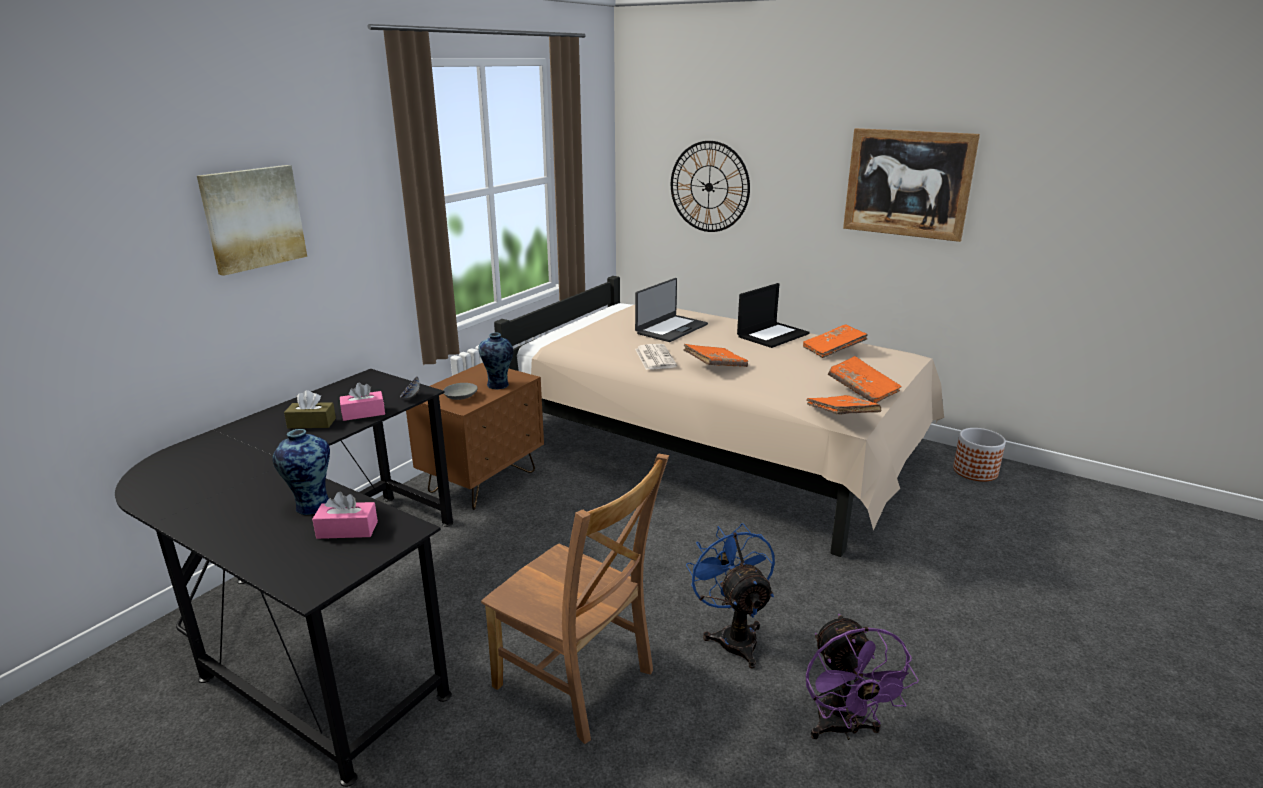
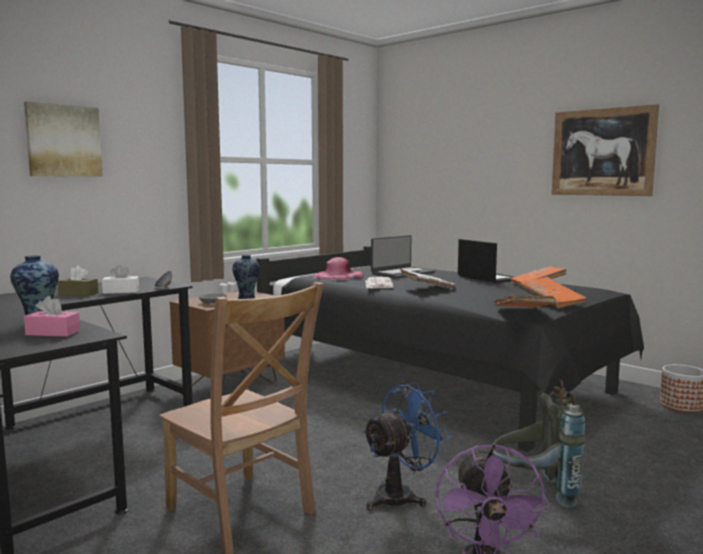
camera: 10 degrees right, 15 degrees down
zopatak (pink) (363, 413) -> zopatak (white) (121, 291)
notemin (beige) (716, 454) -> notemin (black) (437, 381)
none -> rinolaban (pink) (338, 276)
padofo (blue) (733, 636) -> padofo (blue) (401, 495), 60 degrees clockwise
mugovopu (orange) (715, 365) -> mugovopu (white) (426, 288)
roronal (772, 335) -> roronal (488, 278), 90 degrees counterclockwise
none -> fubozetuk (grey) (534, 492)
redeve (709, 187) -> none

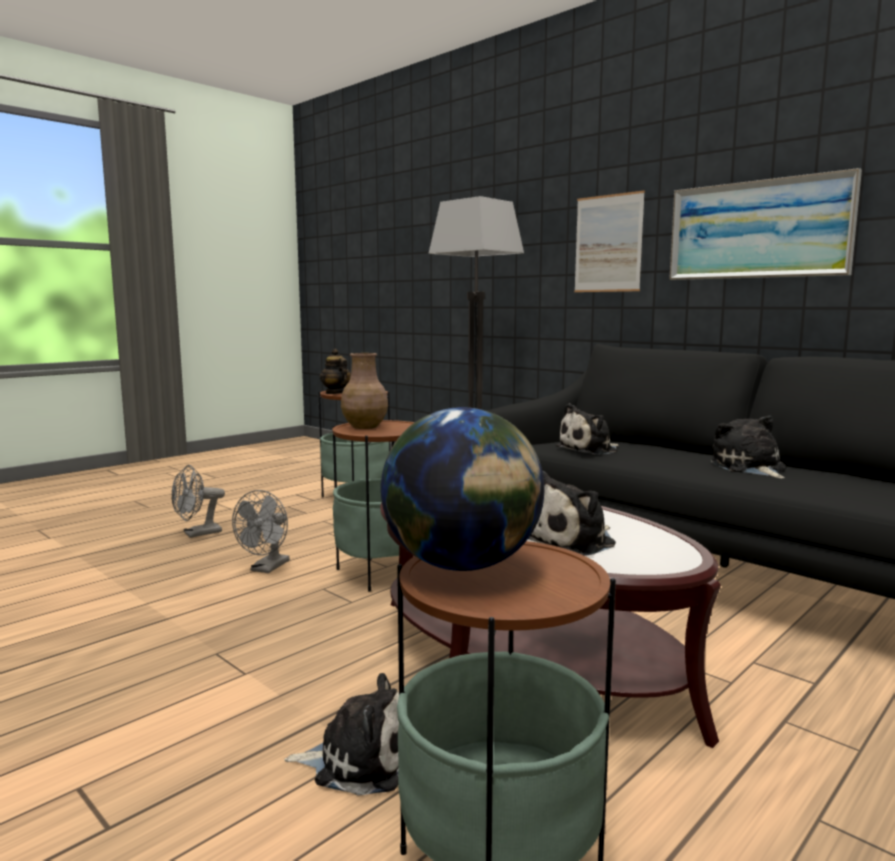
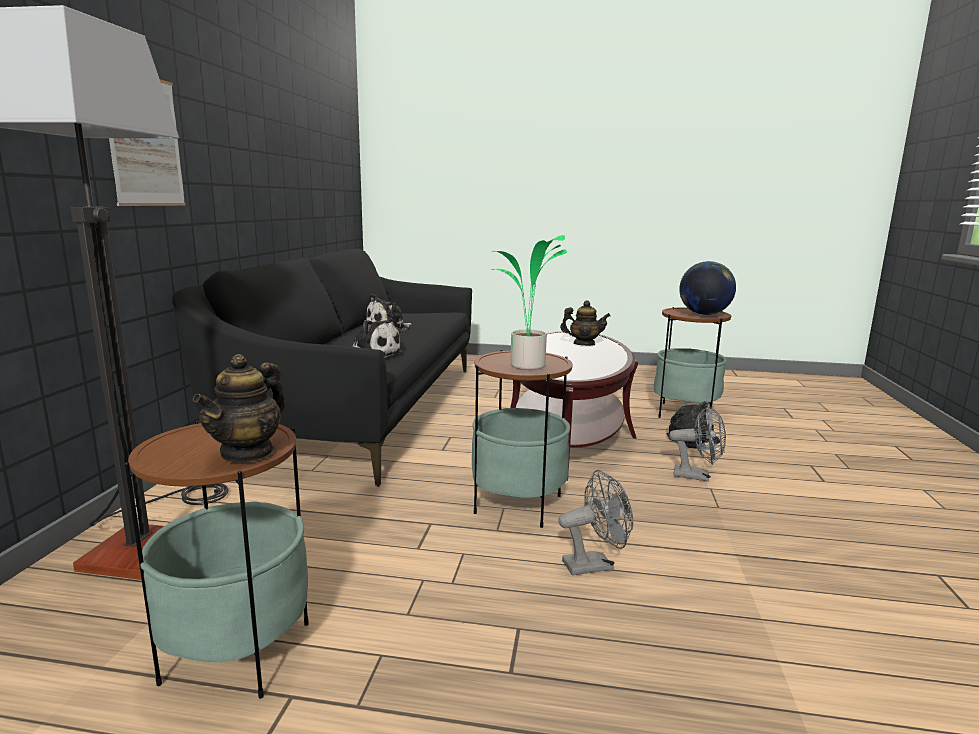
camera: 125 degrees left, 5 degrees up
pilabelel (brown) (365, 427) -> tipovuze (527, 367)
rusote (571, 541) -> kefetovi (584, 344)
padofo (grey) (197, 534) -> padofo (grey) (697, 476), shifted
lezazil (758, 230) -> none

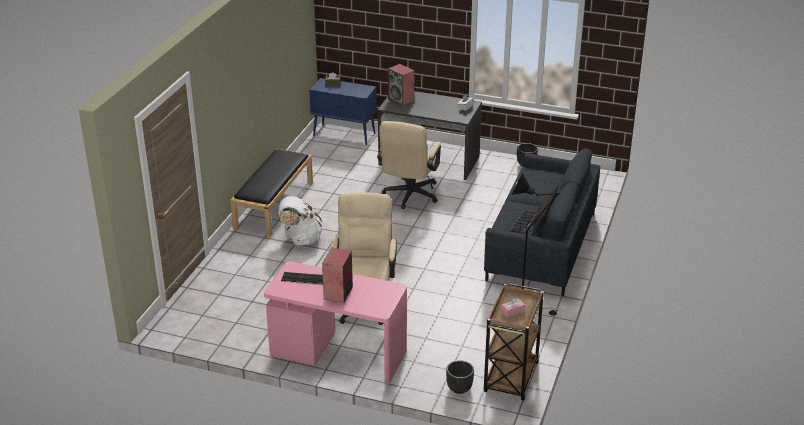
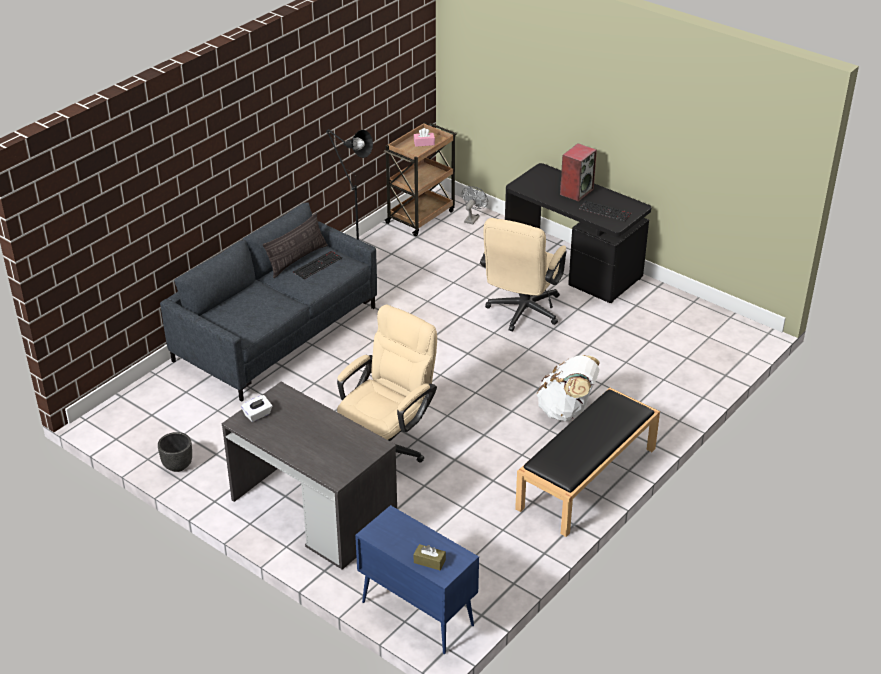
camera: 160 degrees left, 5 degrees up
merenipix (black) (459, 388) -> padofo (grey) (472, 218)
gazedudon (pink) (337, 354) -> gazedudon (black) (573, 268)
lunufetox (401, 100) -> none

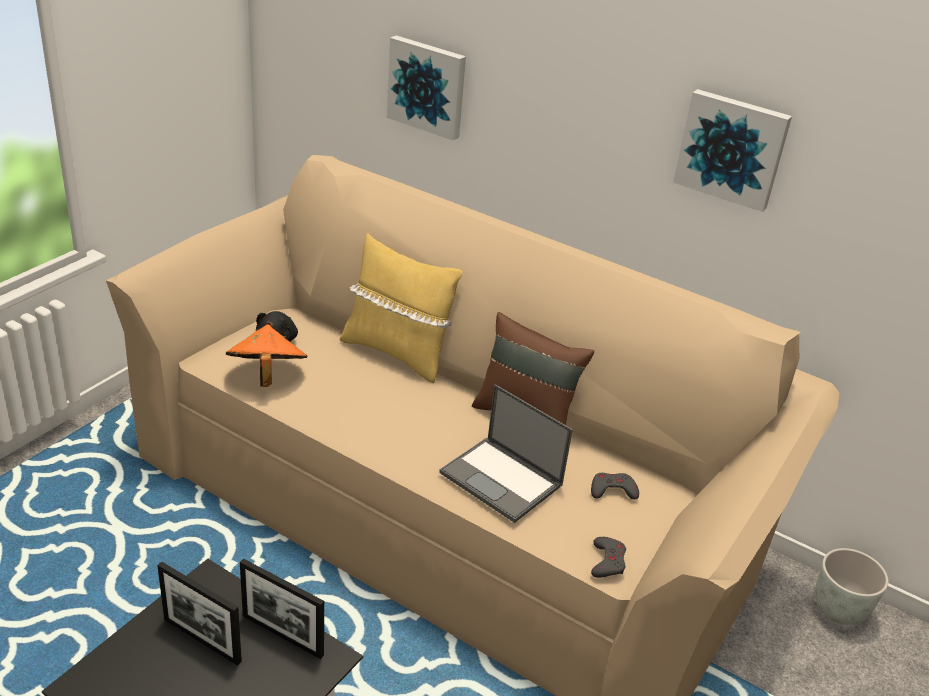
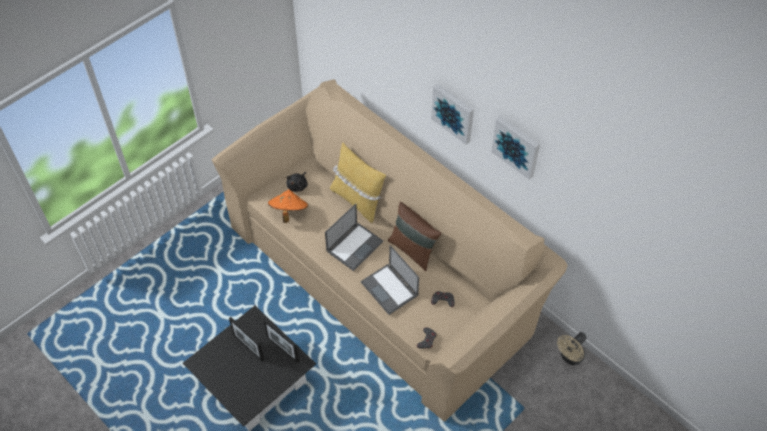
camera: 15 degrees right, 20 degrees up
none -> roronal (355, 246)
lezazil (427, 86) -> lezazil (453, 112), shifted
merenipix (grey) (839, 610) -> padofo (beige) (570, 357)

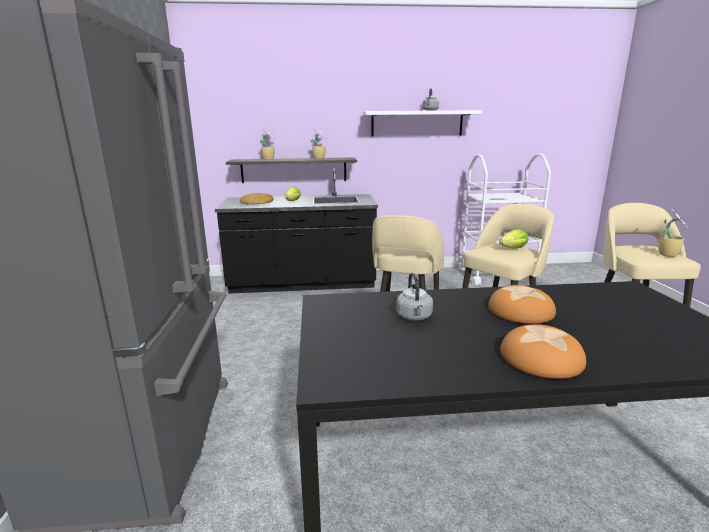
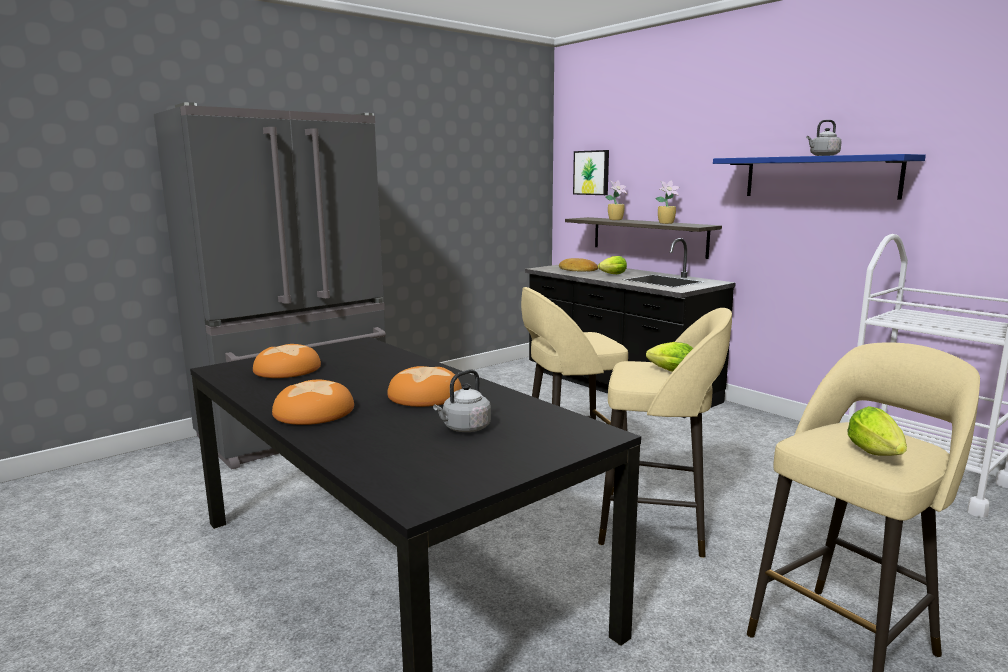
camera: 55 degrees right, 5 degrees down
none -> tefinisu (287, 369)
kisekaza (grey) (414, 317) -> kisekaza (grey) (464, 428), shifted
none -> lezazil (592, 172)
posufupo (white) (417, 123) -> posufupo (blue) (820, 177)
tipovuze (668, 254) -> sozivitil (877, 455)

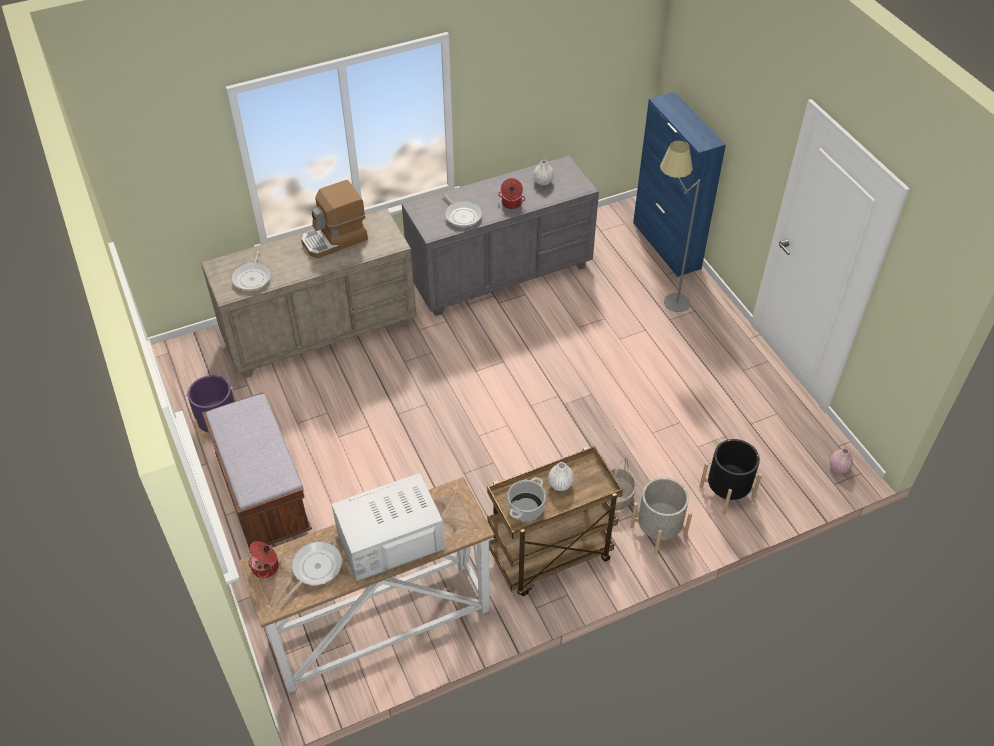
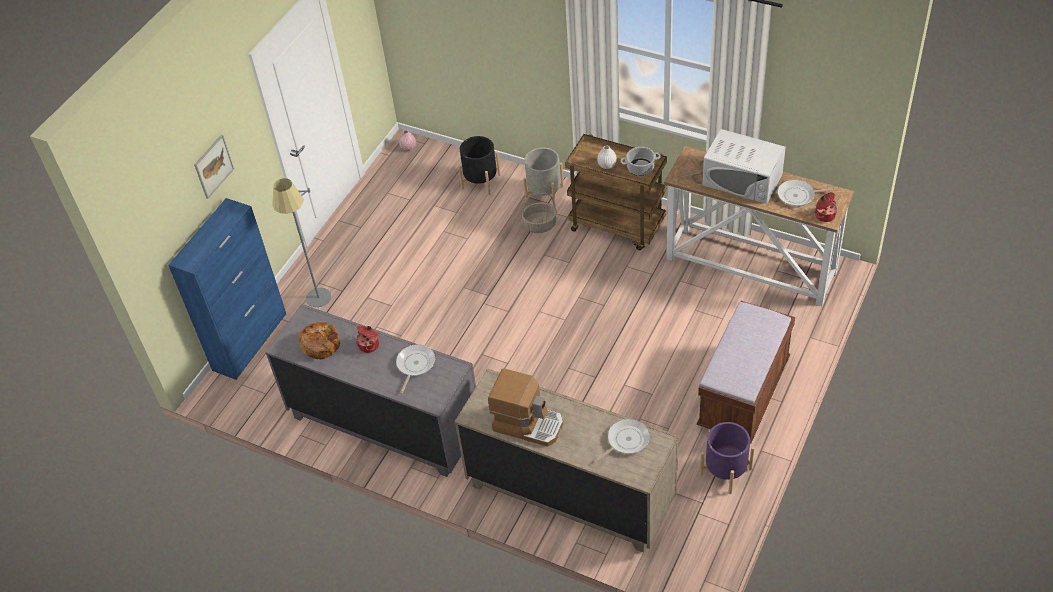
camera: 125 degrees left, 0 degrees up
none -> lezazil (213, 166)
pilabelel (white) (543, 182) -> tefinisu (320, 344)

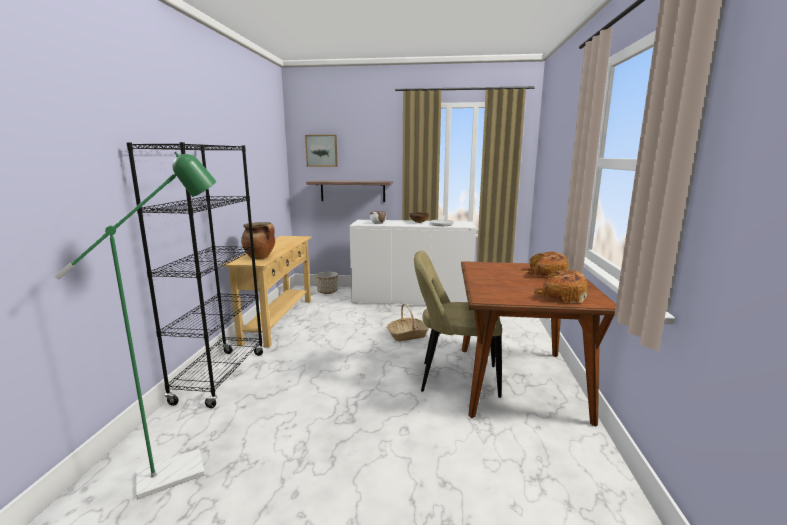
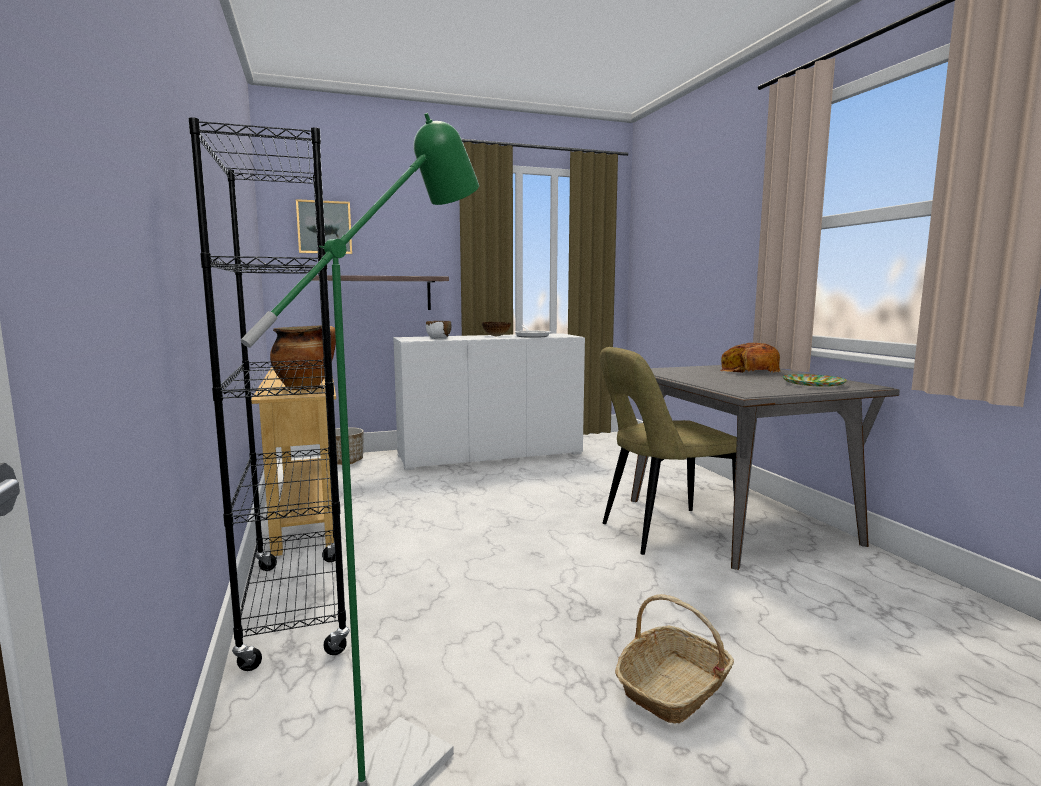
camera: 25 degrees left, 5 degrees down
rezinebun (407, 335) -> rezinebun (673, 688), shifted
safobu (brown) (518, 381) -> safobu (grey) (737, 521)
tefinisu (559, 295) -> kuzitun (813, 384)

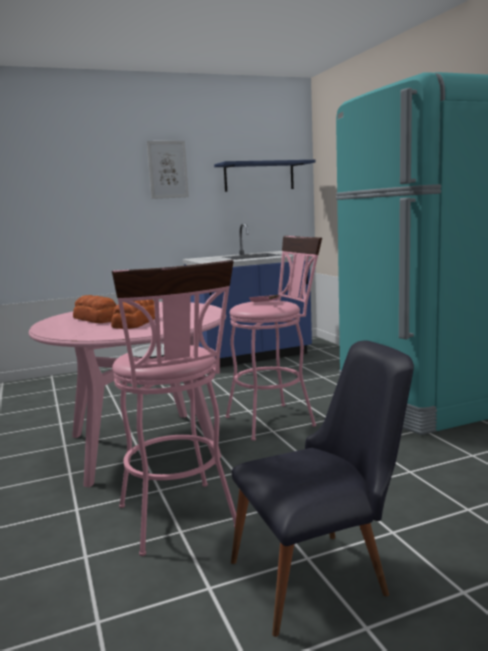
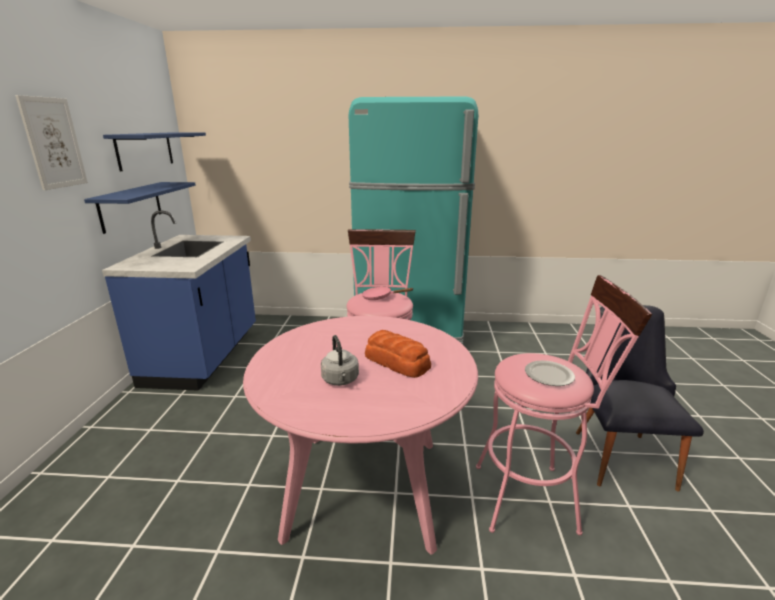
camera: 65 degrees left, 10 degrees up
none -> posufupo (blue) (131, 206)
tefinisu (97, 319) -> kisekaza (grey) (340, 380)

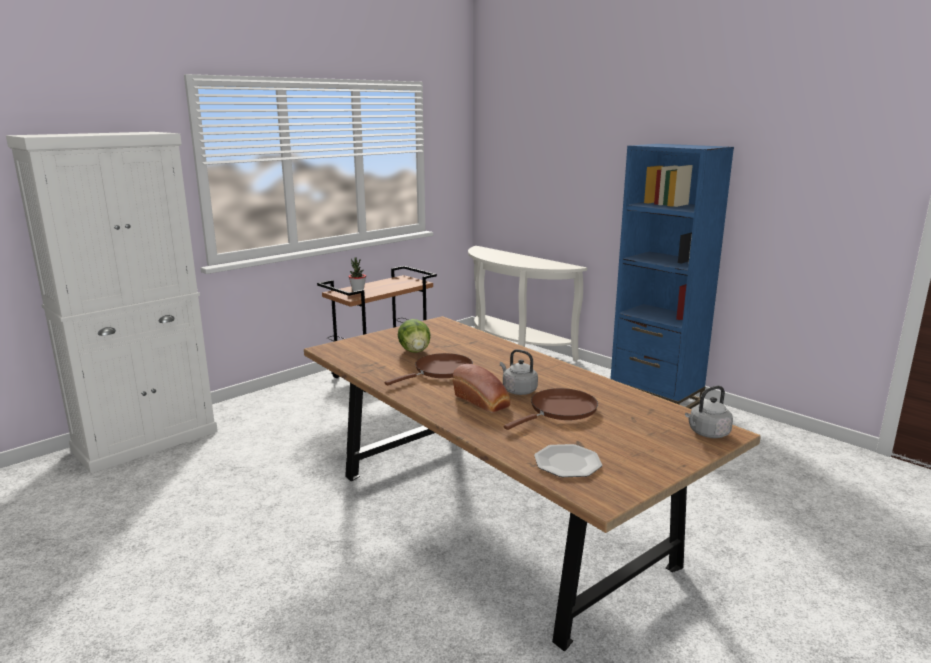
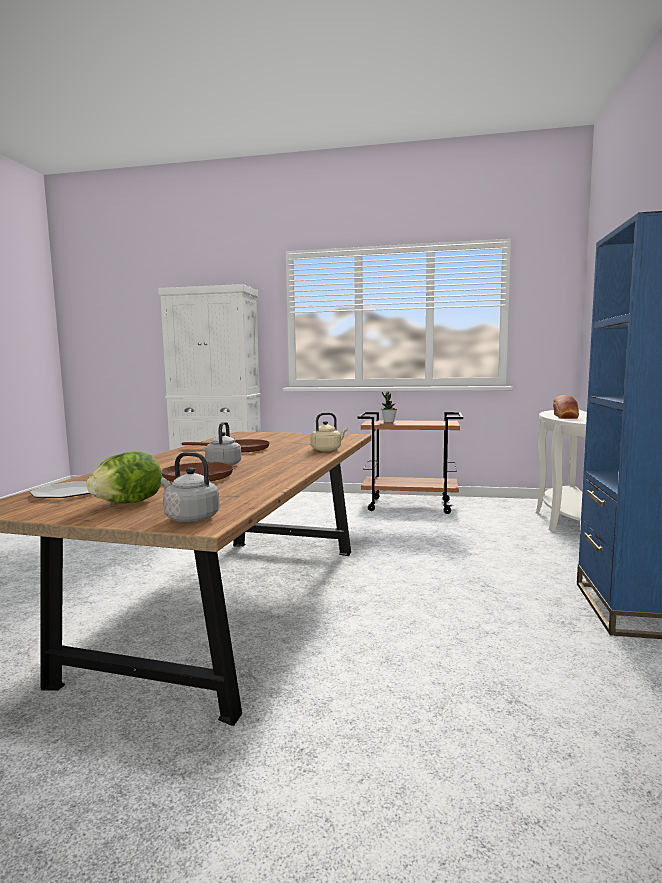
camera: 55 degrees right, 10 degrees down
sozivitil (415, 351) -> sozivitil (128, 503), shifted
none -> kisekaza (beige) (327, 450)
tefinisu (483, 402) -> tefinisu (565, 417), shifted

